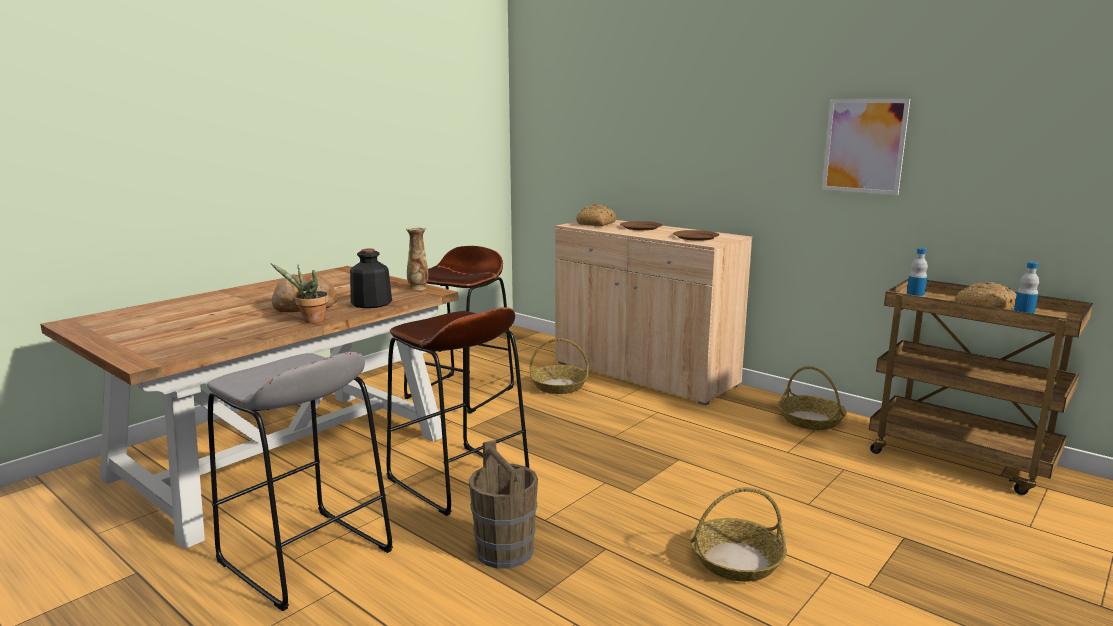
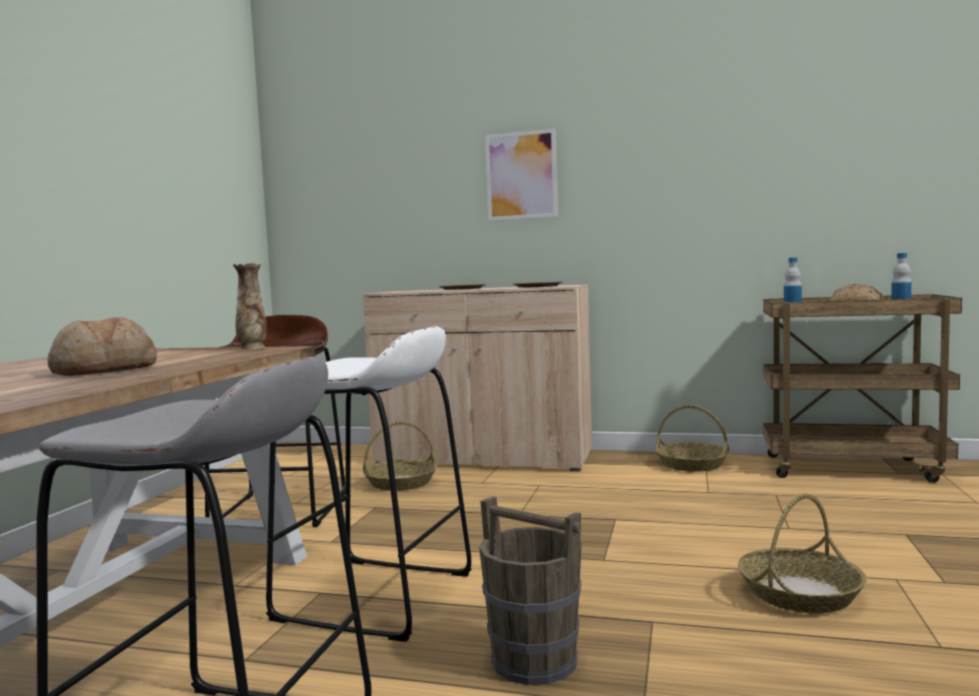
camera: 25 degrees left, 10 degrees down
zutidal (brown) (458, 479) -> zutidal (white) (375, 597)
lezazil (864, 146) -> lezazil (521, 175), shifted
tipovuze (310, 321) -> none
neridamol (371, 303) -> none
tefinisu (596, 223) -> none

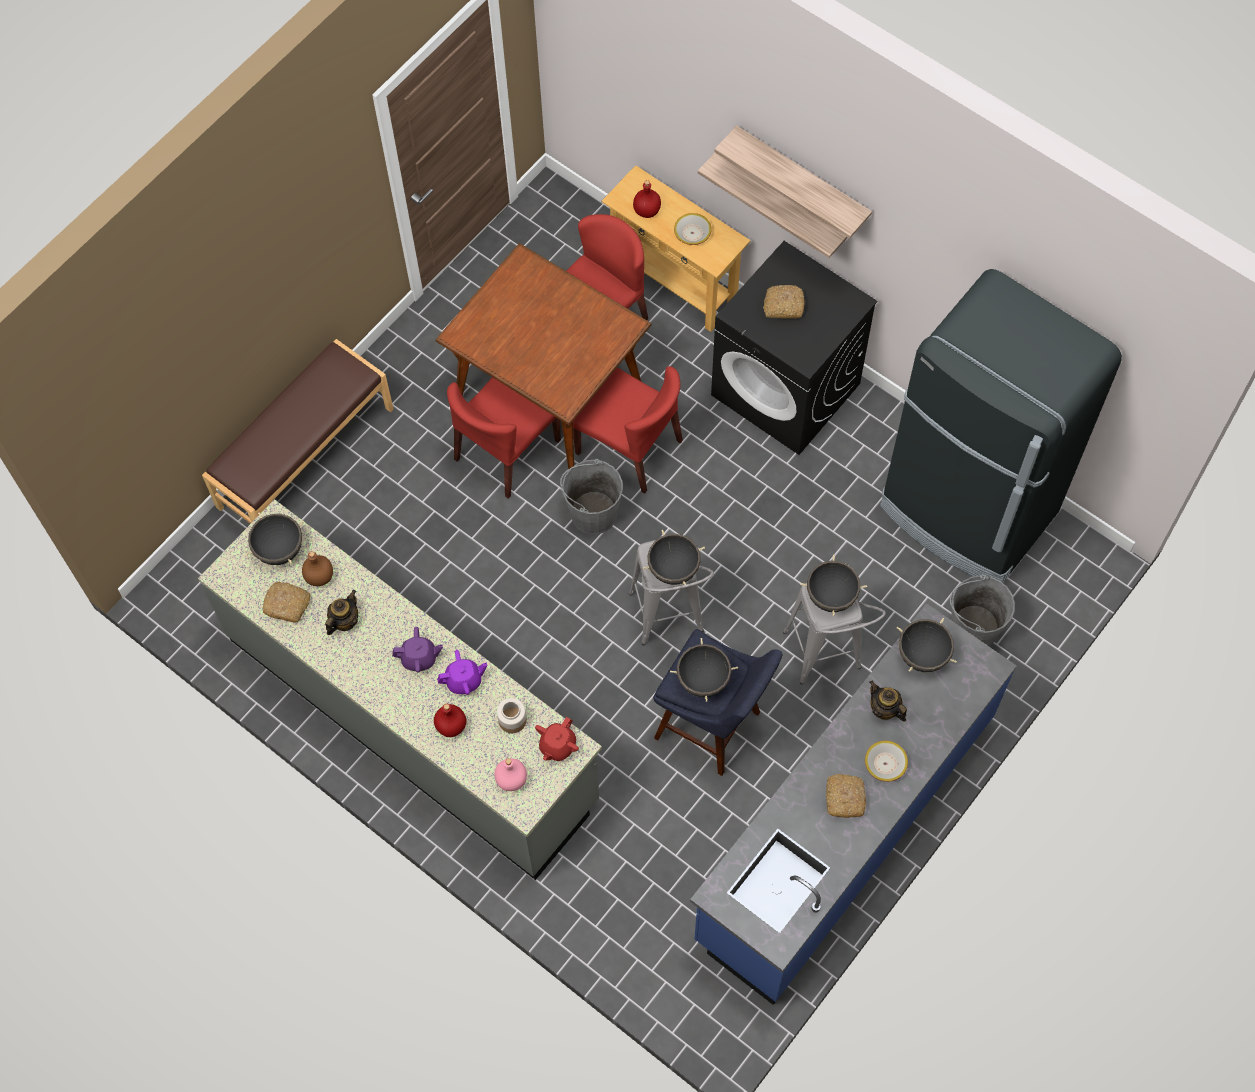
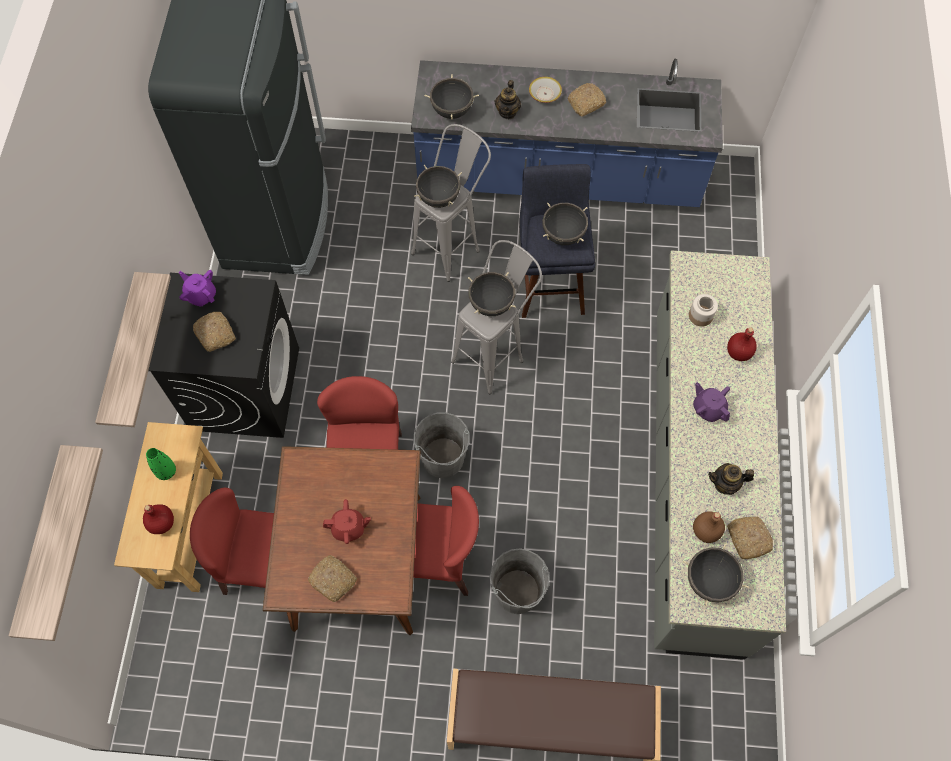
camera: 125 degrees left, 0 degrees up
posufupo (802, 180) -> posufupo (44, 543), shifted
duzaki (692, 233) -> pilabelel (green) (166, 471)
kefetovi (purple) (464, 680) -> kefetovi (purple) (201, 295), shifted
none -> tefinisu (333, 580)
kefetovi (red) (557, 746) -> kefetovi (red) (348, 528), shifted
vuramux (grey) (973, 628) -> vuramux (grey) (517, 592), shifted
neridamol (pink) (512, 779) -> none

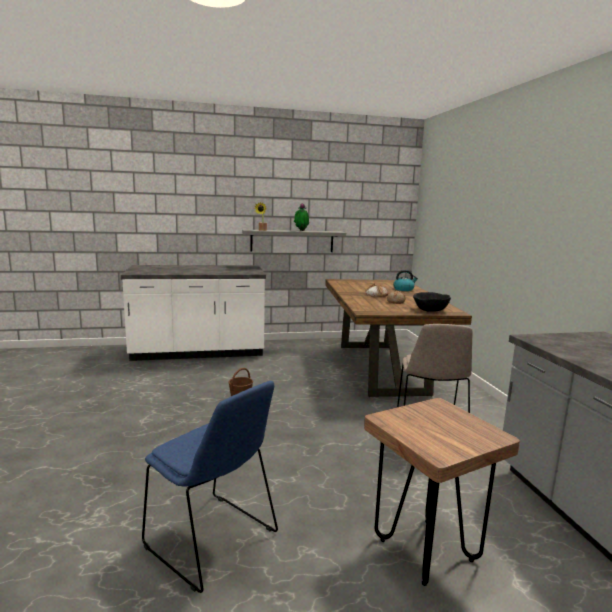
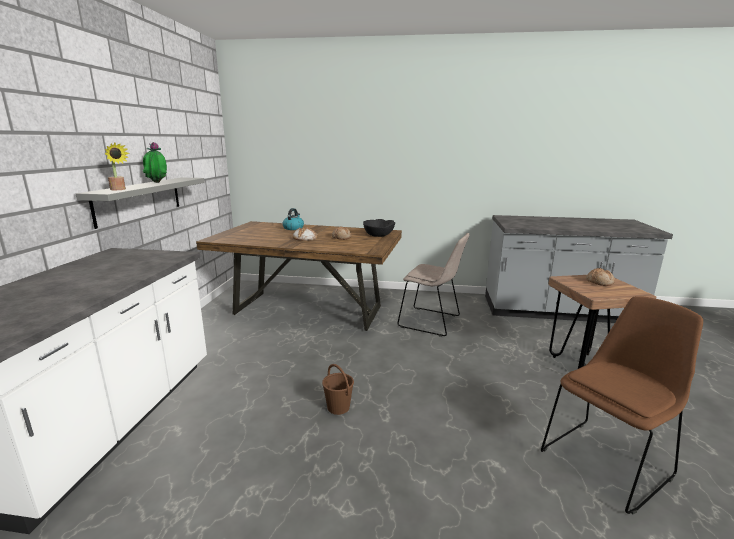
camera: 70 degrees left, 5 degrees up
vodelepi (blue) (213, 541) -> vodelepi (brown) (607, 461)
none -> tefinisu (599, 282)

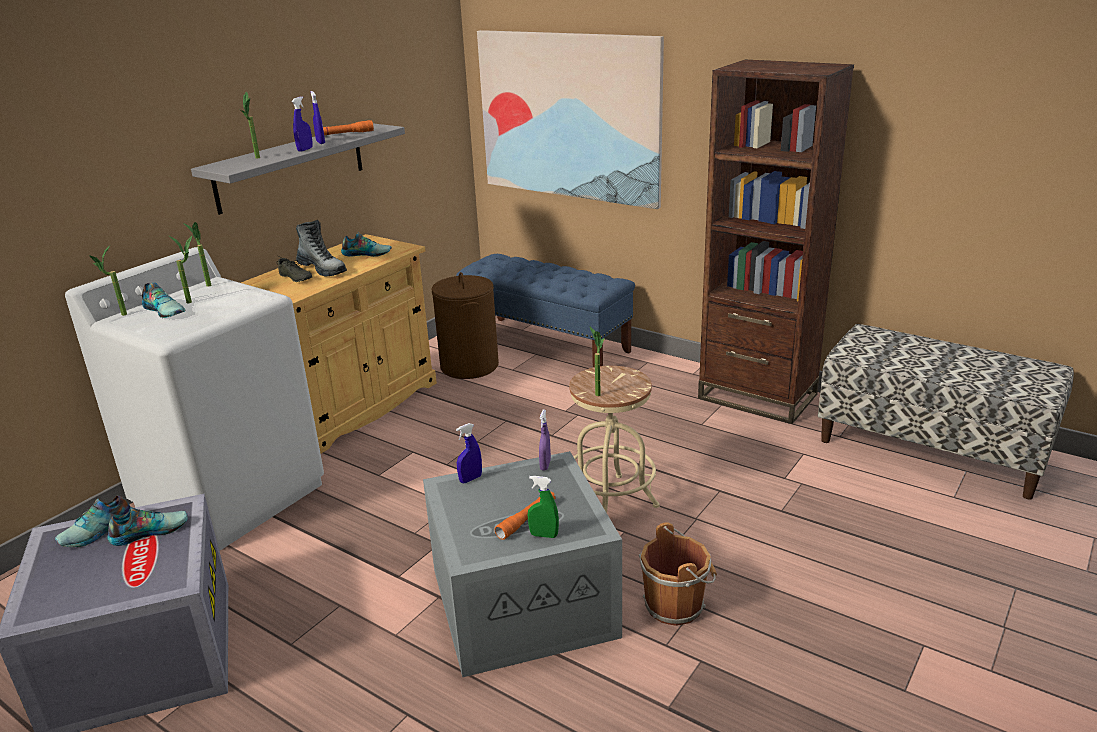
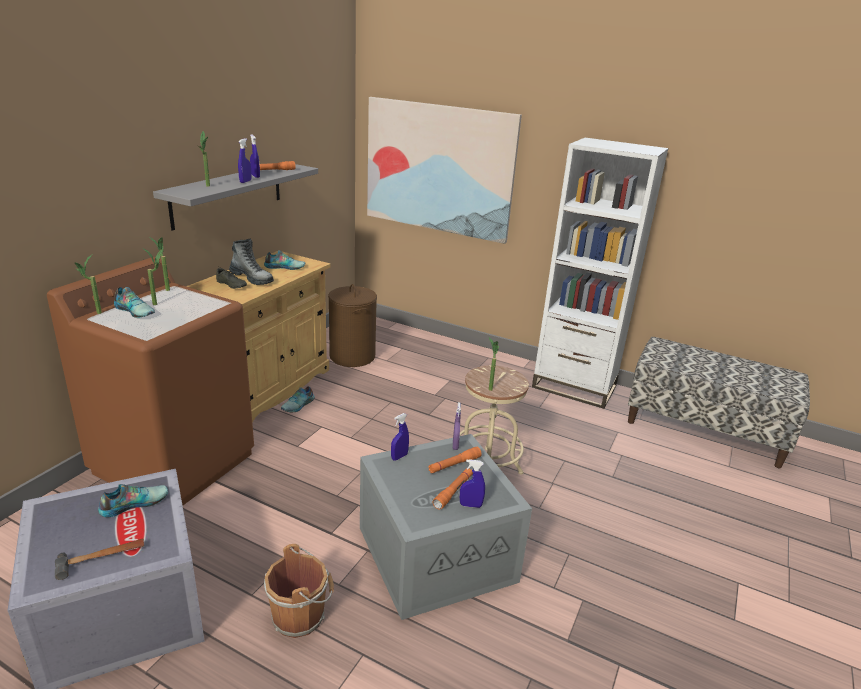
camera: 10 degrees left, 0 degrees up
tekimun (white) (231, 494) -> tekimun (brown) (175, 462)
none -> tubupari (101, 558)
vuramux (brown) (676, 604) -> vuramux (brown) (301, 615), shifted
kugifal (98, 531) -> kugifal (299, 405), shifted
none -> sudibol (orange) (454, 465)
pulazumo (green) (544, 535) -> pulazumo (blue) (470, 505)
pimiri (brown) (757, 396) -> pimiri (white) (574, 386)
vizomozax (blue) (547, 345) -> none

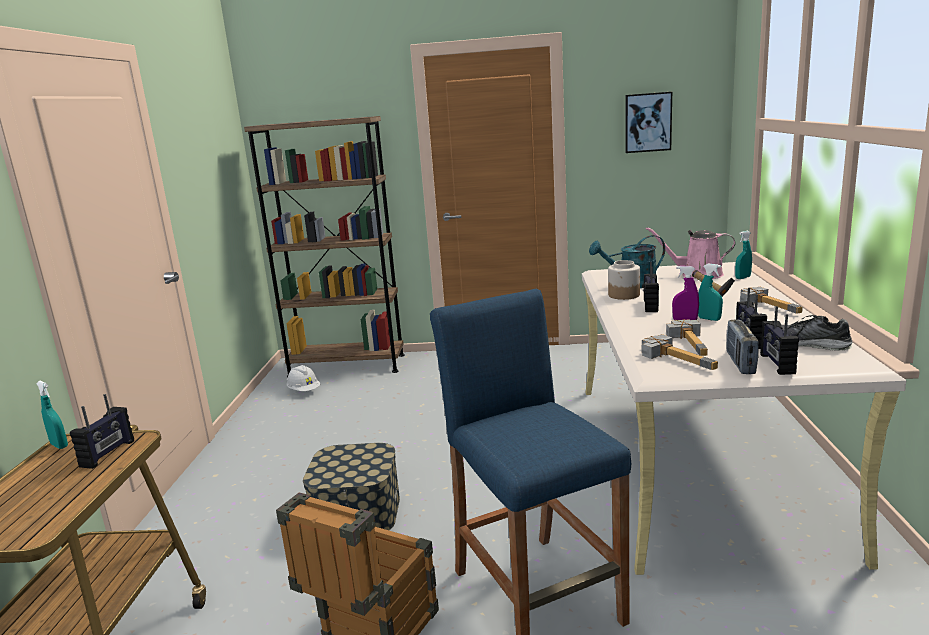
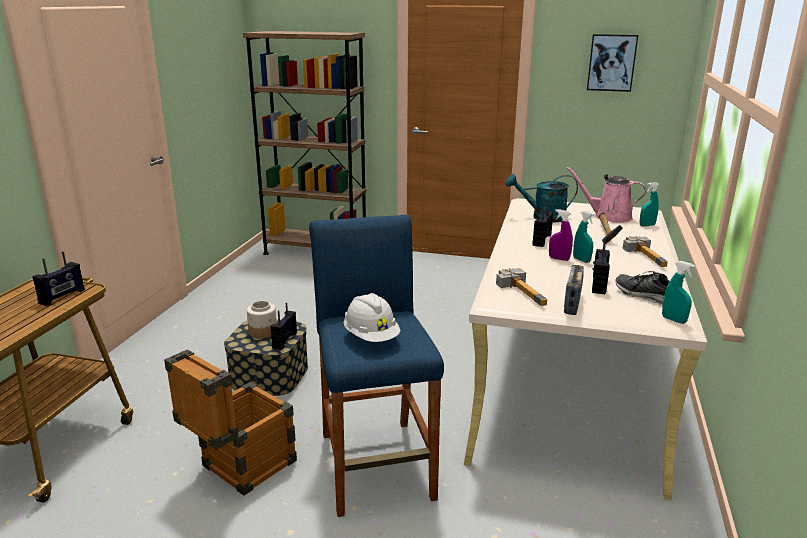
camera: 10 degrees right, 5 degrees up
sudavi (624, 295) -> sudavi (263, 332), shifted
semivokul (776, 364) -> semivokul (284, 340), shifted
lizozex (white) (304, 391) -> lizozex (white) (371, 337), shifted
pulazumo (turquoise) (59, 445) -> pulazumo (turquoise) (673, 320), shifted
tubupari (694, 343) -> none

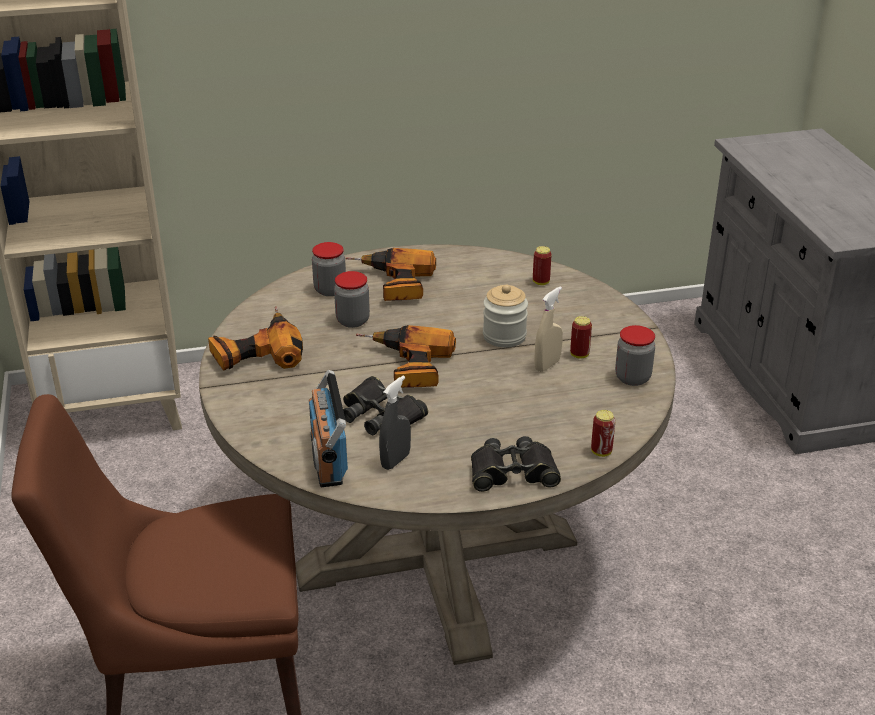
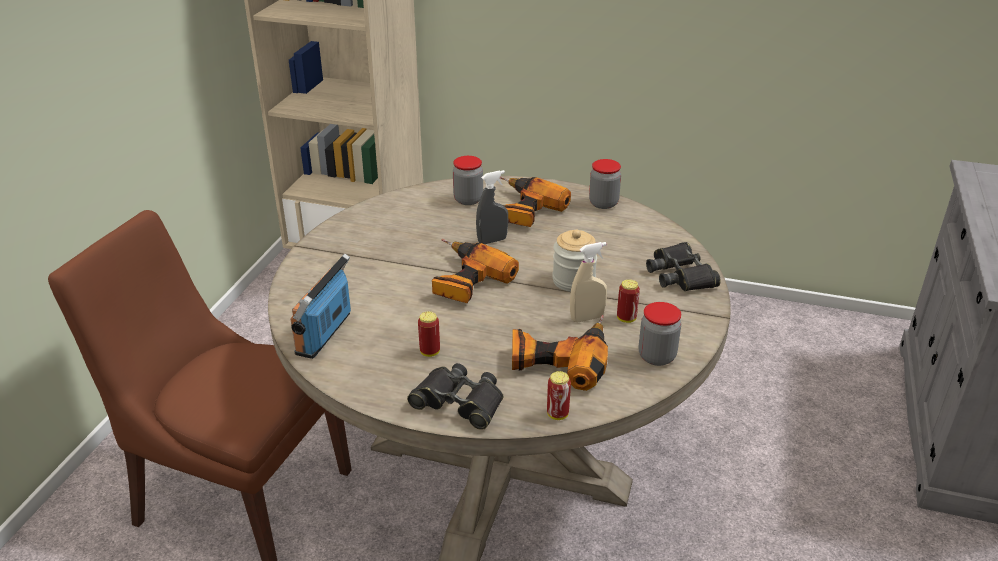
camera: 30 degrees right, 0 degrees up
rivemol (541, 282) -> rivemol (430, 352), shifted
pulazumo (grey) (395, 461) -> pulazumo (grey) (492, 241), shifted
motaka (256, 351) -> motaka (559, 358), shifted
sudavi (352, 321) -> sudavi (603, 203), shifted
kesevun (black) (381, 414) -> kesevun (black) (680, 274), shifted

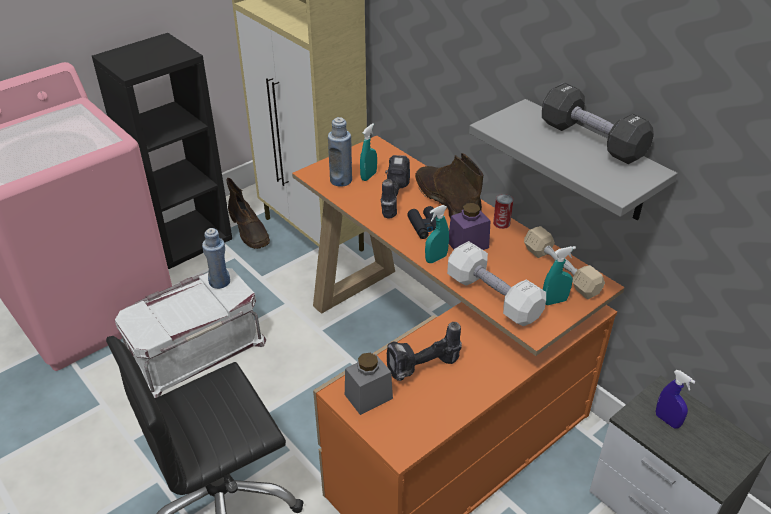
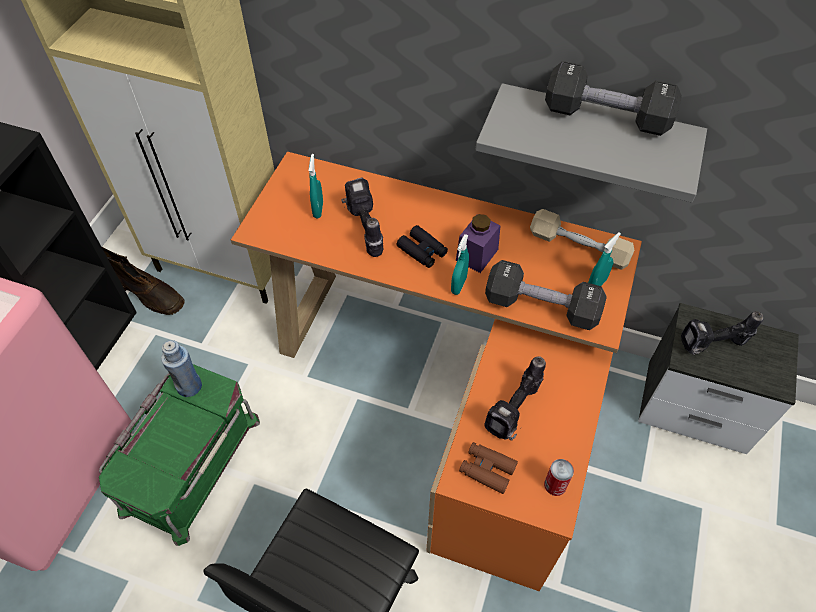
camera: 30 degrees left, 15 degrees up
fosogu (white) (195, 349) -> fosogu (green) (189, 463)
sudavi (grey) (368, 396) -> kesevun (brown) (487, 469)
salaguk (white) (493, 297) -> salaguk (black) (541, 306)
rivemol (501, 223) -> rivemol (555, 485), shifted
pulazumo (blue) (667, 420) -> motaka (712, 346)
neridamol (blue) (341, 180) -> none
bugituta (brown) (446, 200) -> none

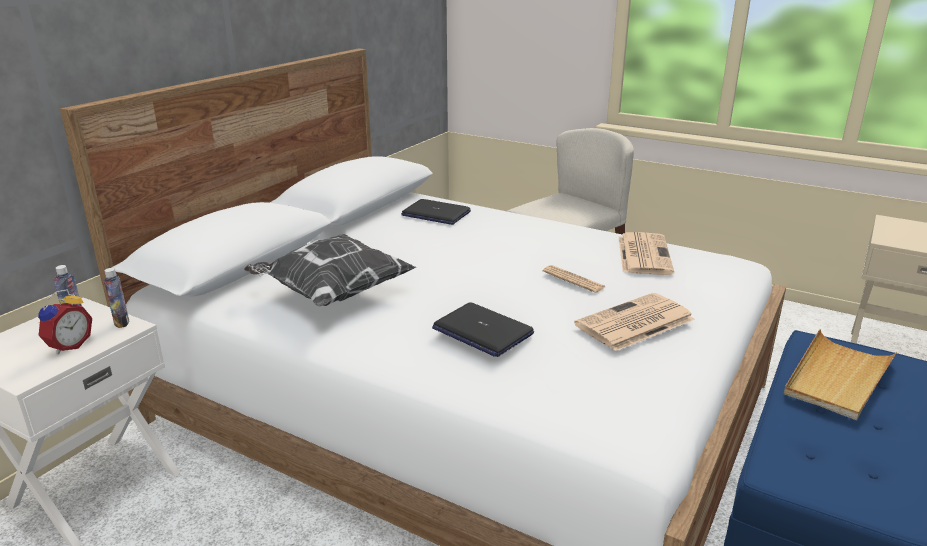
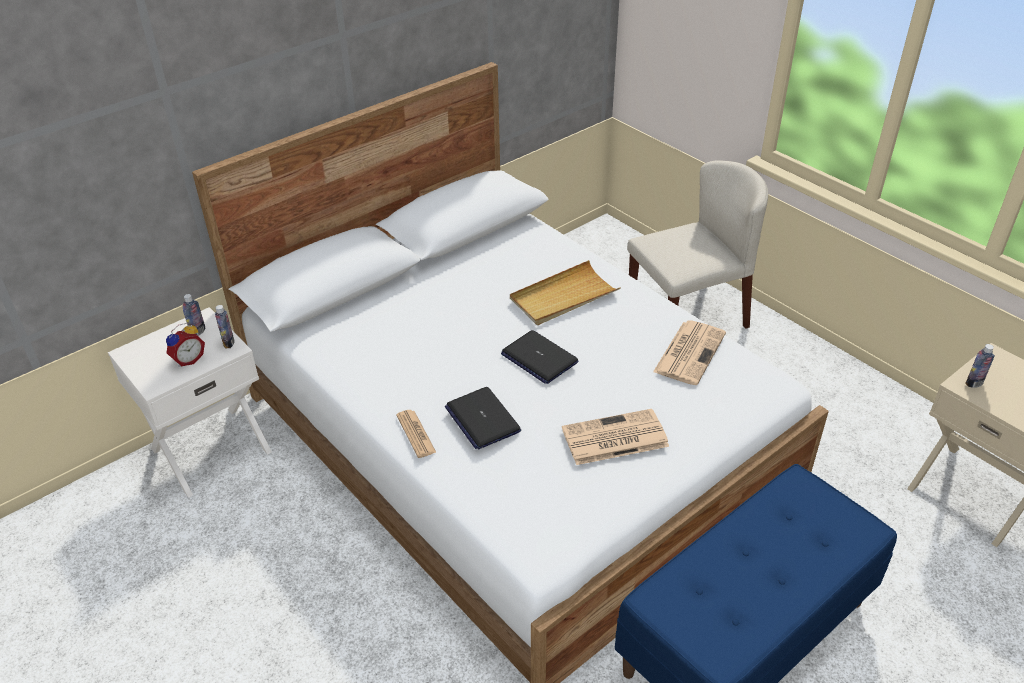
camera: 20 degrees right, 15 degrees up
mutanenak (573, 279) -> mutanenak (416, 434), shifted
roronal (435, 214) -> roronal (539, 358), shifted
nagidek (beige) (837, 378) -> nagidek (beige) (563, 297), shifted
none -> neridamol (974, 383)
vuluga (331, 294) -> none

